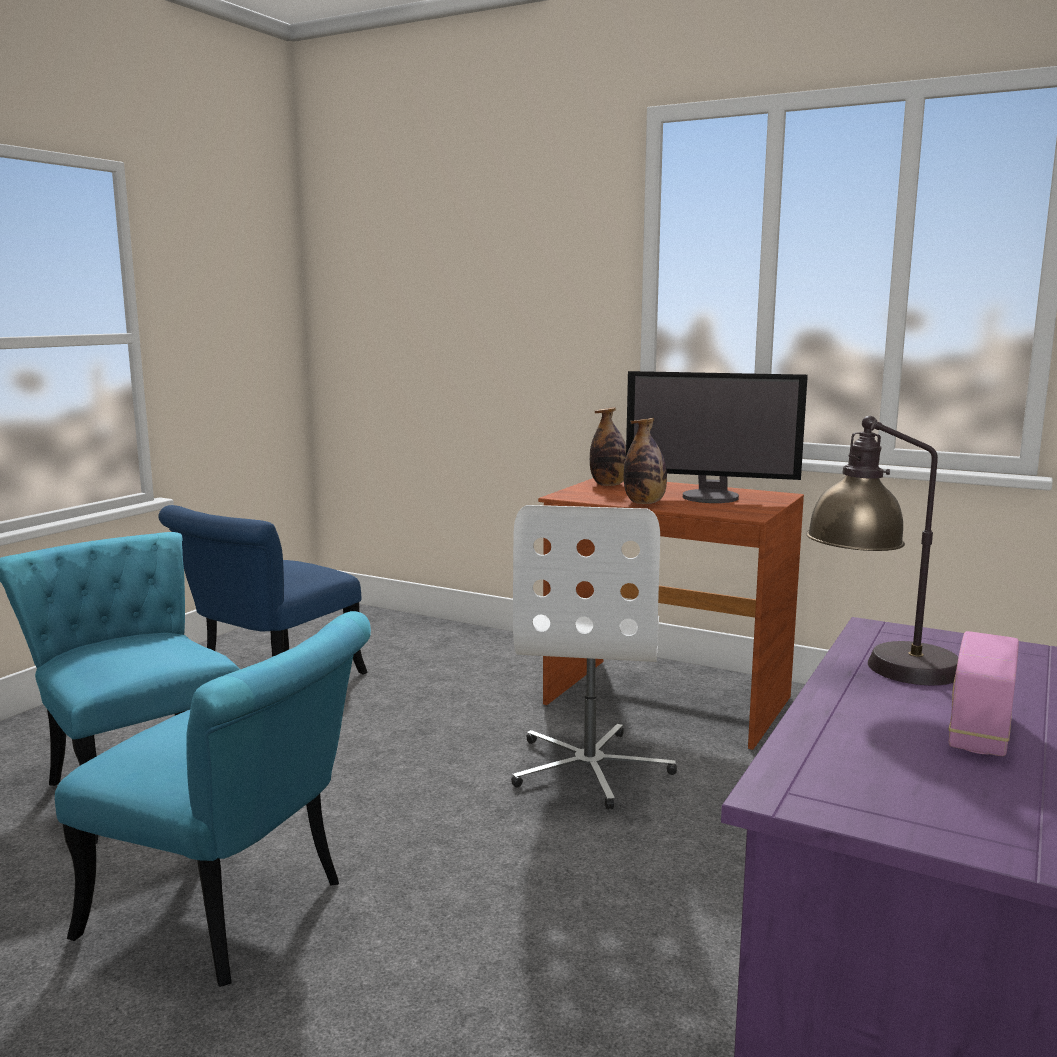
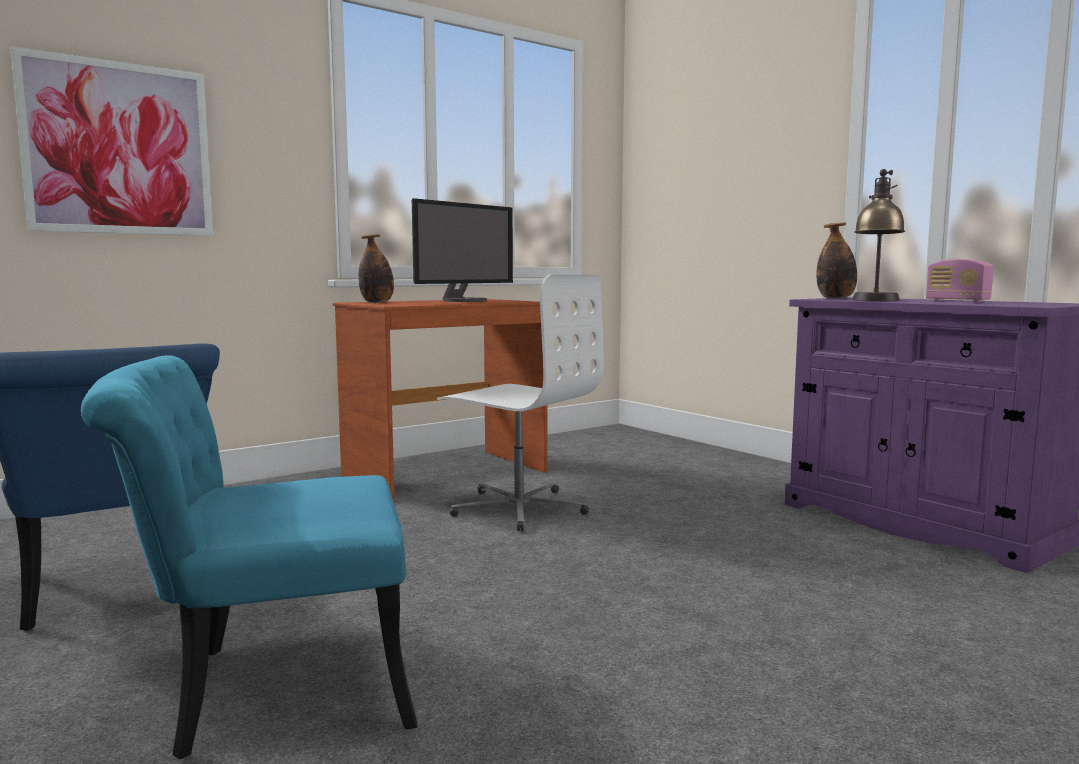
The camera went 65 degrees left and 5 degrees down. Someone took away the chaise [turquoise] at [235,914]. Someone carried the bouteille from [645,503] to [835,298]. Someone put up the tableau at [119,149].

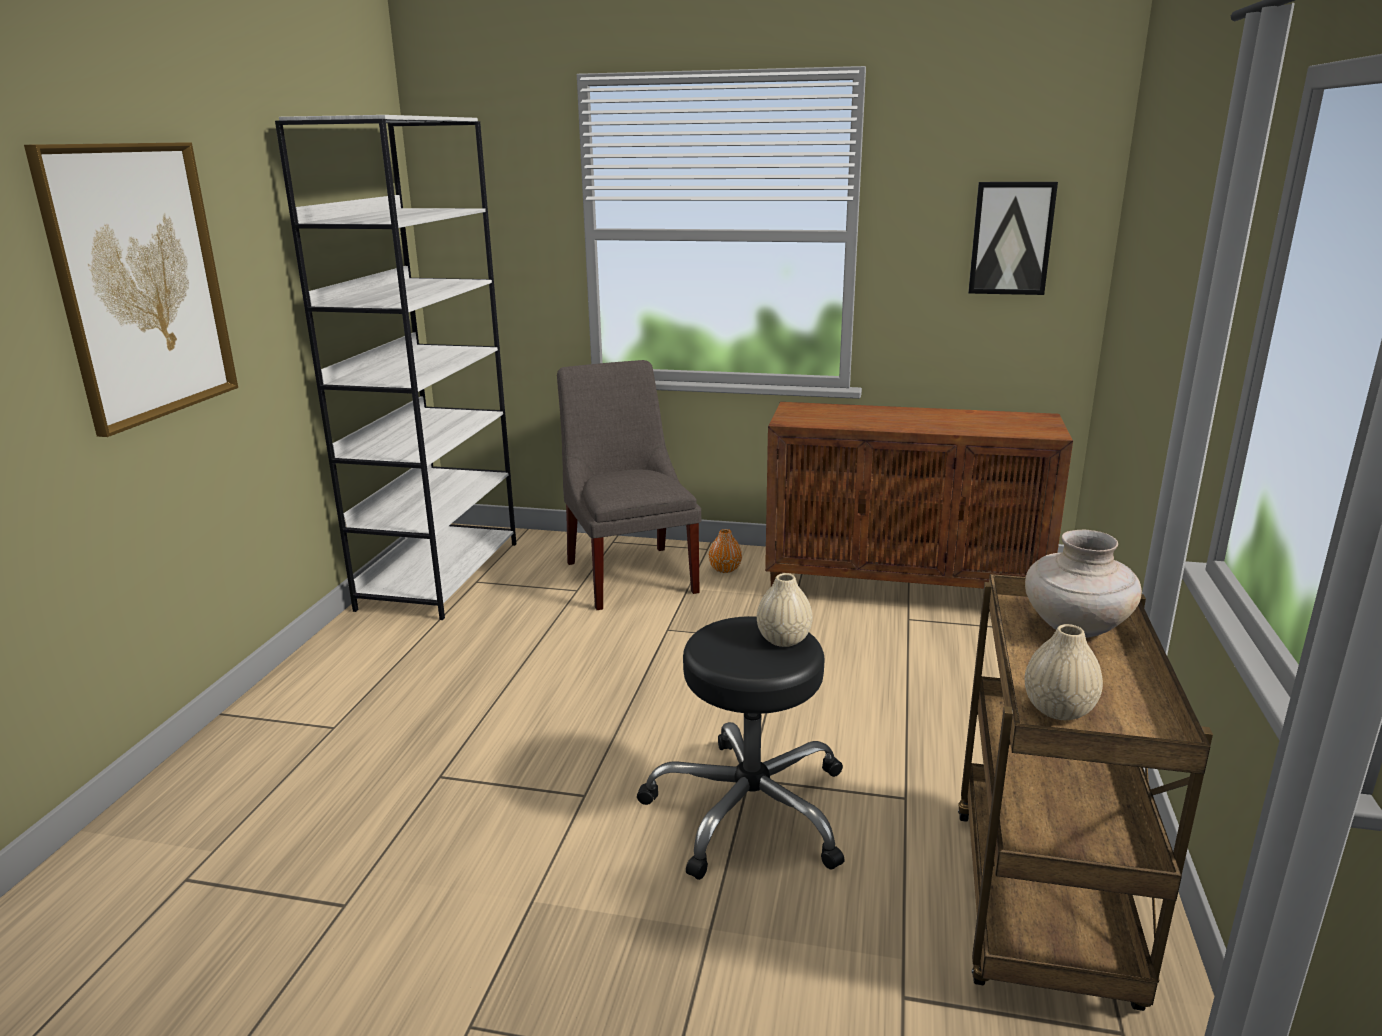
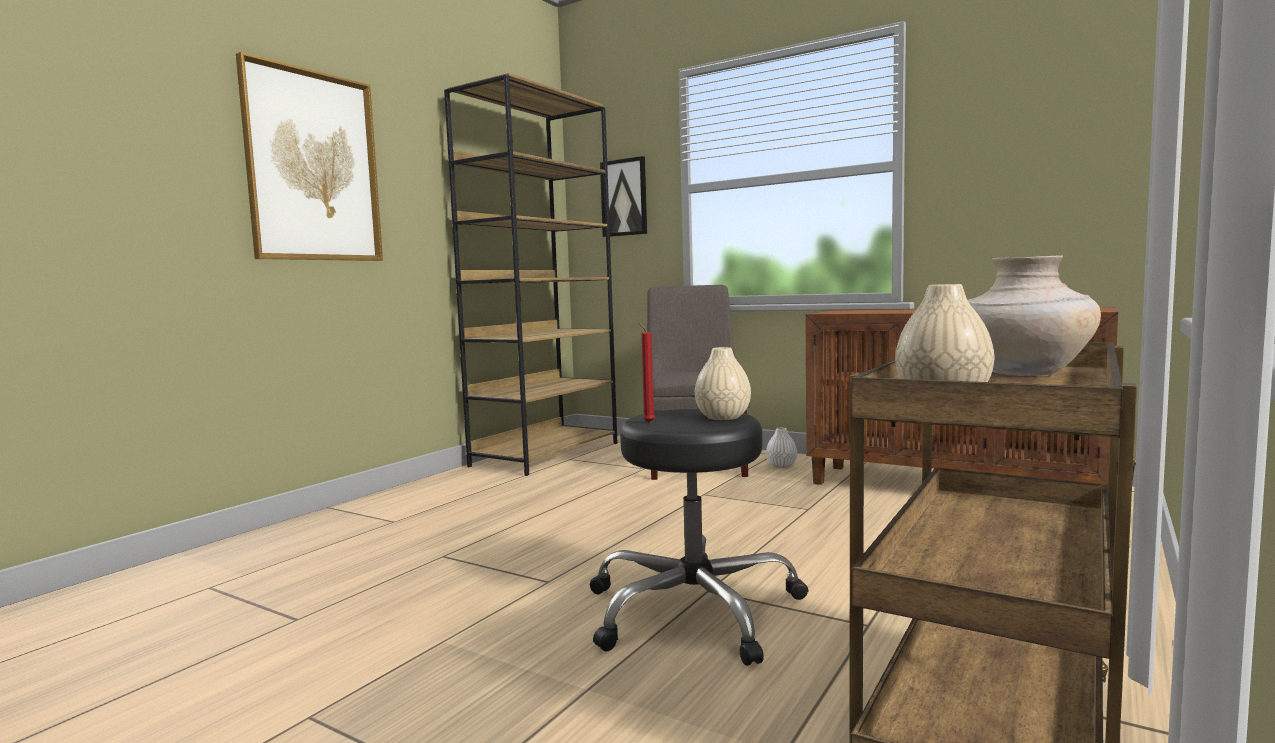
The camera went 20 degrees right and 15 degrees down. Someone repainted the bibliothèque [blanc] at [440,574], which became the bibliothèque [marron] at [546,454]. Someone repainted the vase [orange] at [725,569], which became the vase [blanc] at [781,466]. Someone carried the tableau from [1011,238] to [624,197]. Someone put down the bougie [rouge] at [647,422].

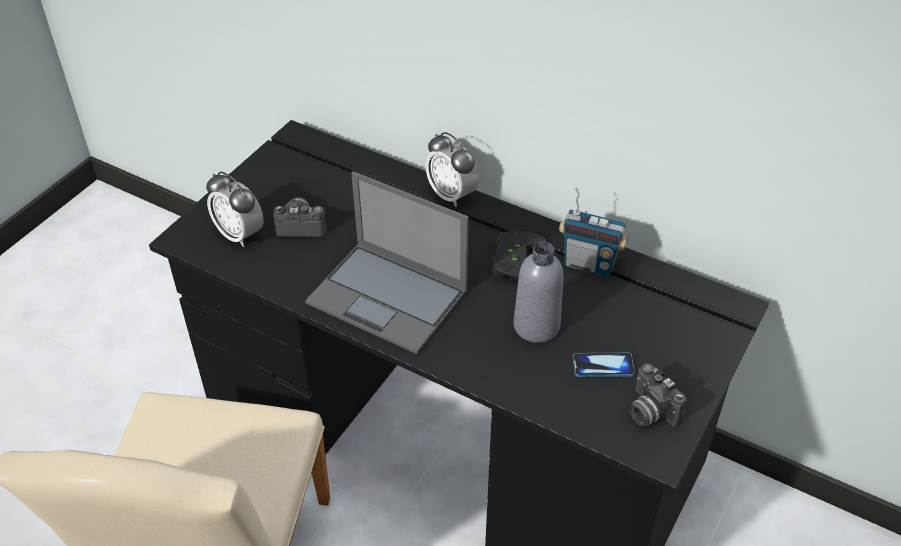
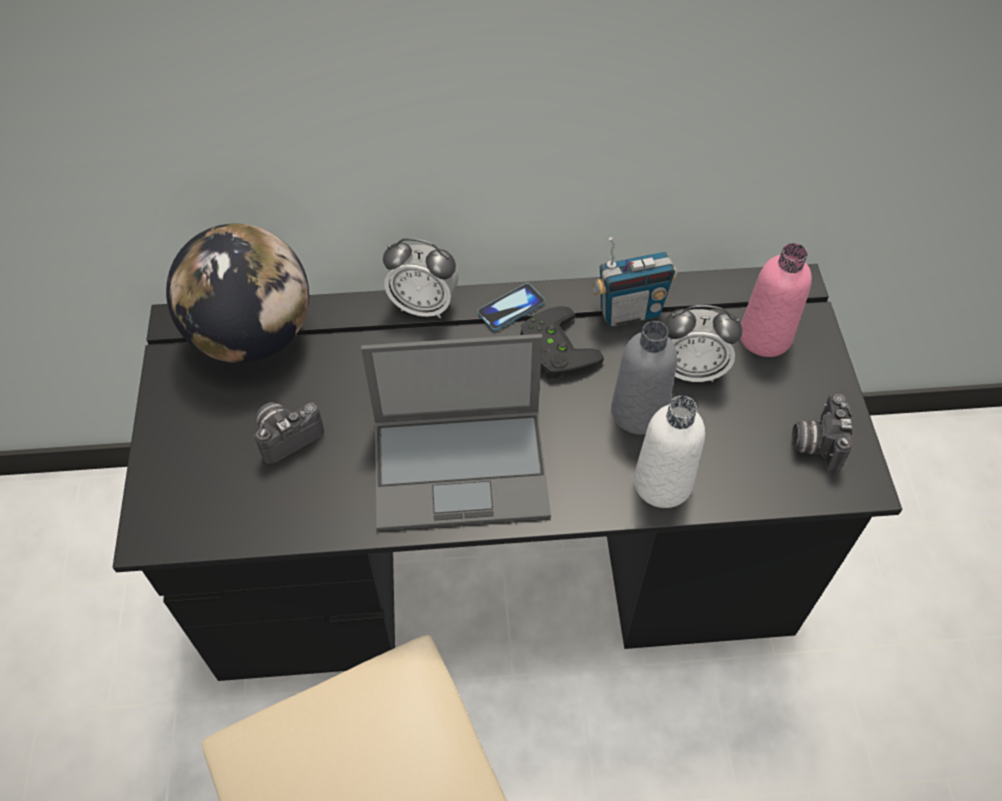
The camera went 35 degrees left and 10 degrees up. Someone carried the réveil from [239,234] to [691,370]. Someone carried the téléphone from [603,366] to [511,308]. Someone rotated the appareil photo at [649,411] by 75 degrees clockwise. Someone put down the globe at [253,336]. Someone put down the bouteille [blanc] at [662,483]. Someone put down the bouteille [rose] at [765,337].

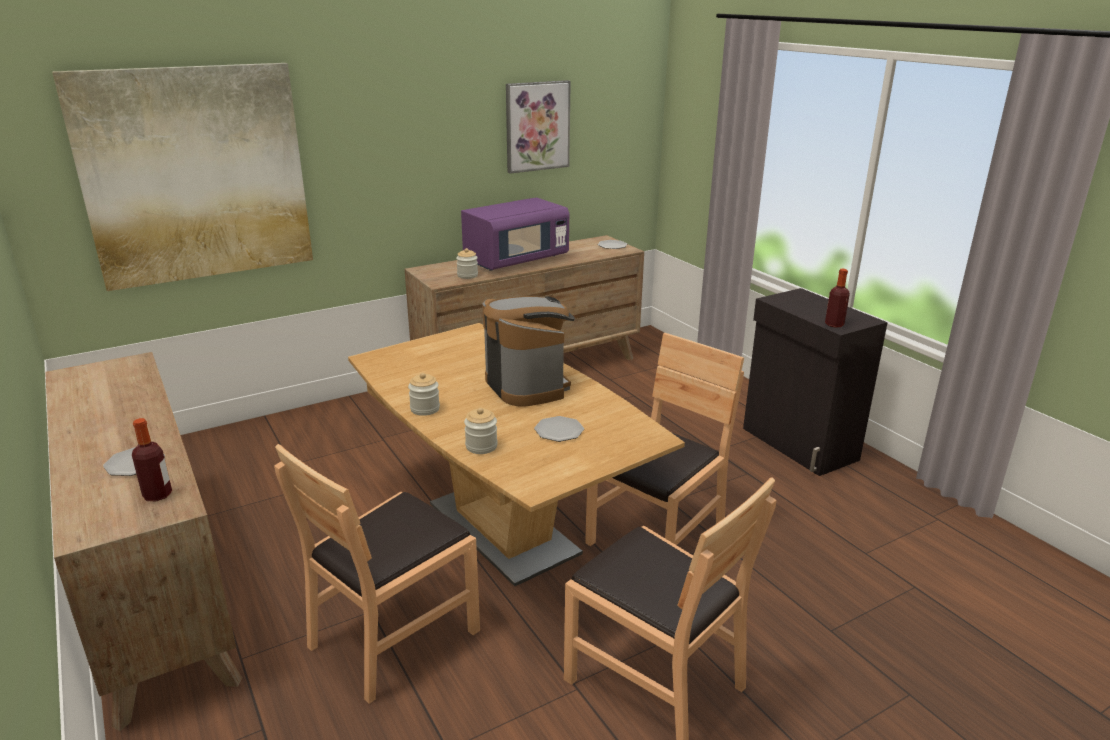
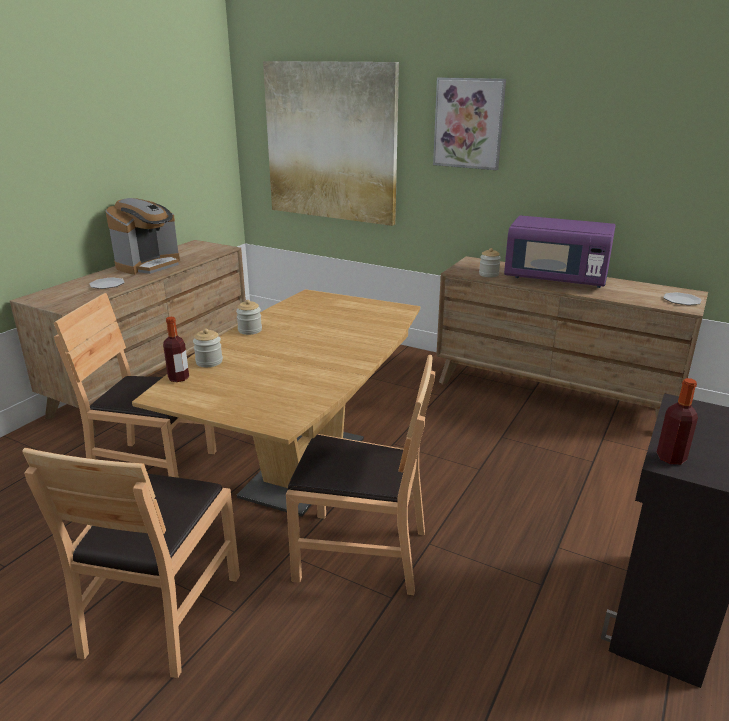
The camera went 60 degrees right and 0 degrees up. Someone carried the bouteille from [157,495] to [178,378]. Someone carried the machine à café from [527,385] to [149,265]. Someone carried the tableau from [537,126] to [468,123]. Someone took away the assiette at [559,431].

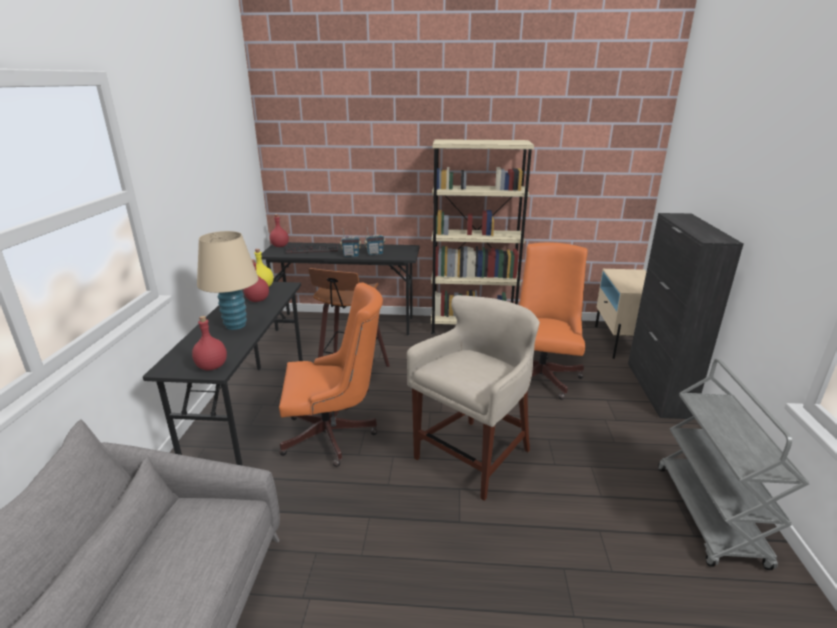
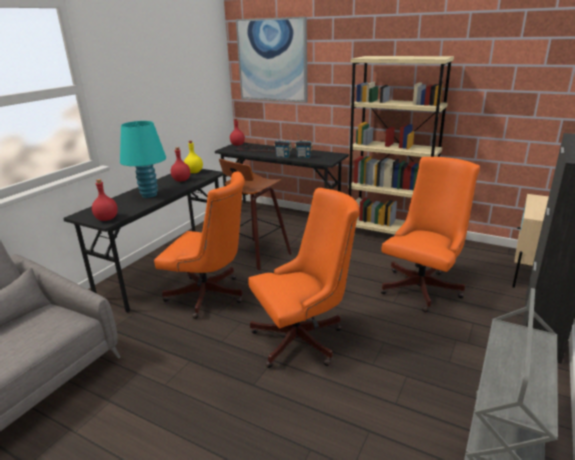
The camera went 25 degrees right and 0 degrees up. Someone repainted the lampe de table [beige] at [235,325], which became the lampe de table [turquoise] at [149,195]. Someone swapped the tabouret [beige] at [473,457] for the chaise de bureau [orange] at [304,339]. Someone put up the tableau at [272,60].

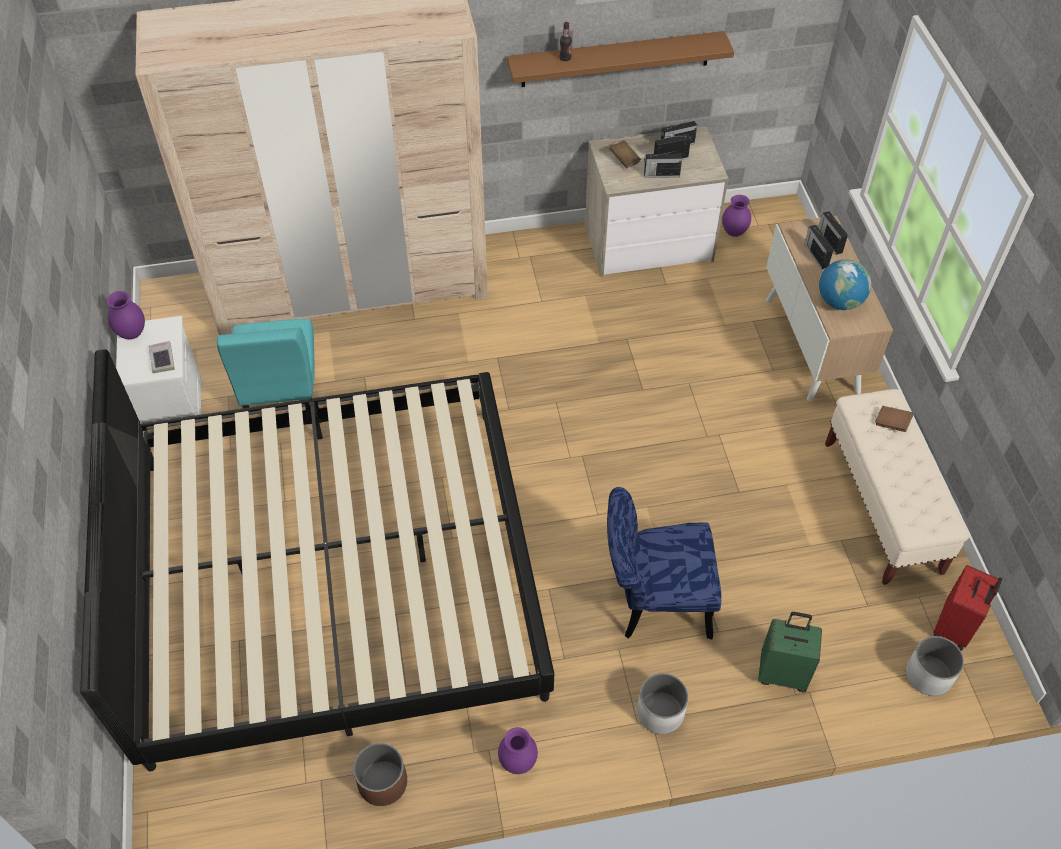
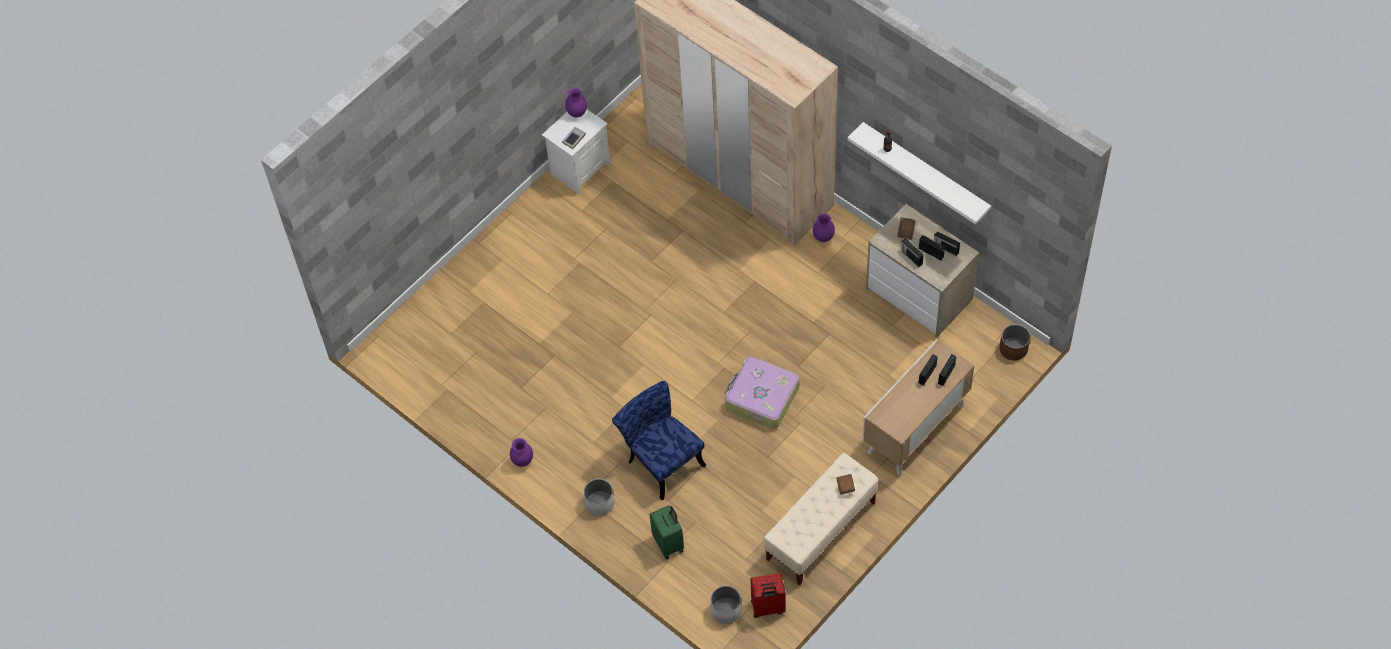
The camera went 55 degrees right and 5 degrees up. Someone took away the lit at [334,574]. Someone took away the chaise [turquoise] at [280,389]. Someone carried the cache-pot [marron] from [383,782] to [1013,349]. Someone repainted the étagère [marron] at [615,59], which became the étagère [blanc] at [925,171]. Someone carried the vase [violet] from [734,232] to [823,238]. Someone took away the globe at [839,301]. Someone put down the valise at [761,398].

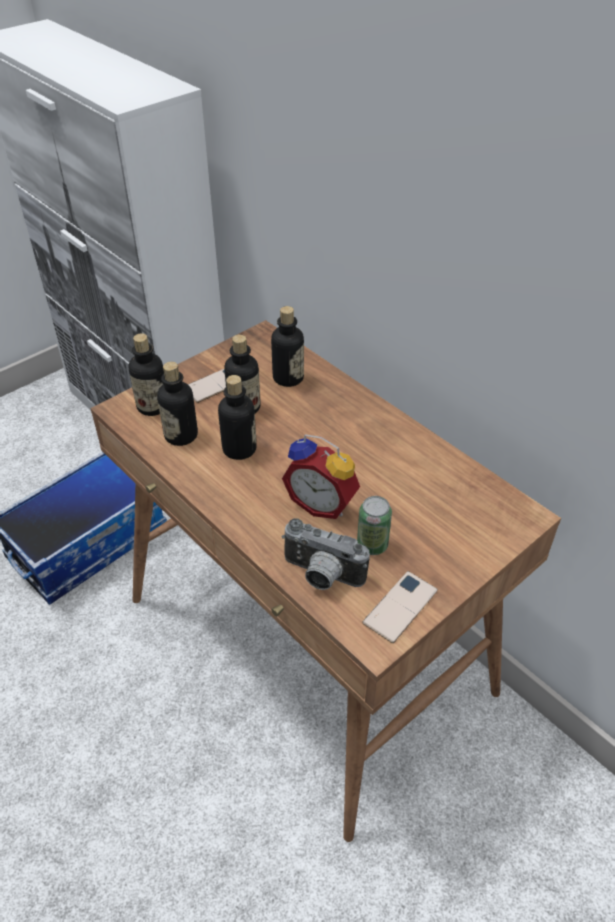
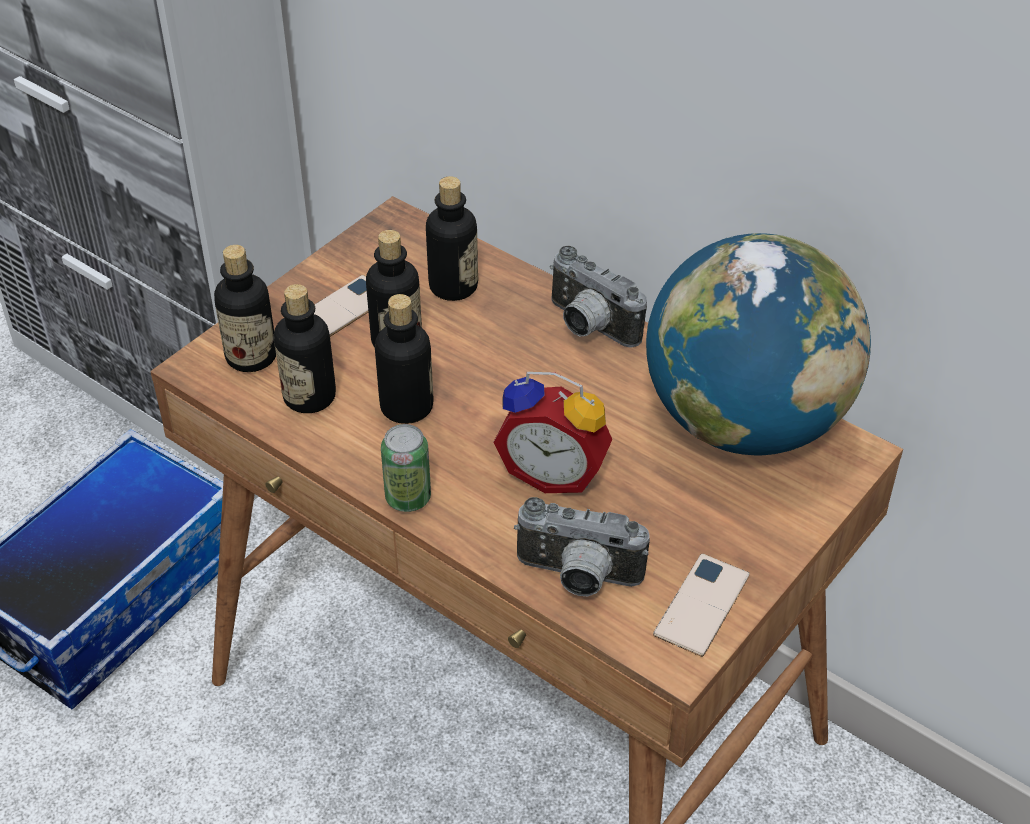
The camera went 10 degrees left and 0 degrees up. Someone carried the boîte métallique from [372,545] to [408,498]. Someone put down the appareil photo at [587,327]. Someone put down the globe at [745,422].

